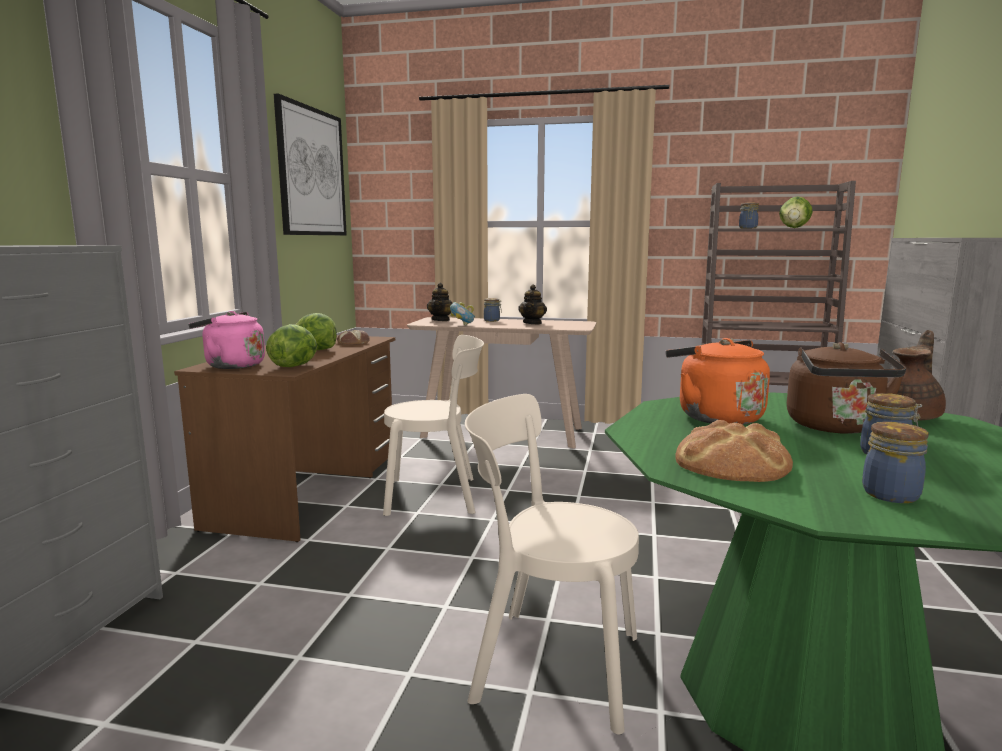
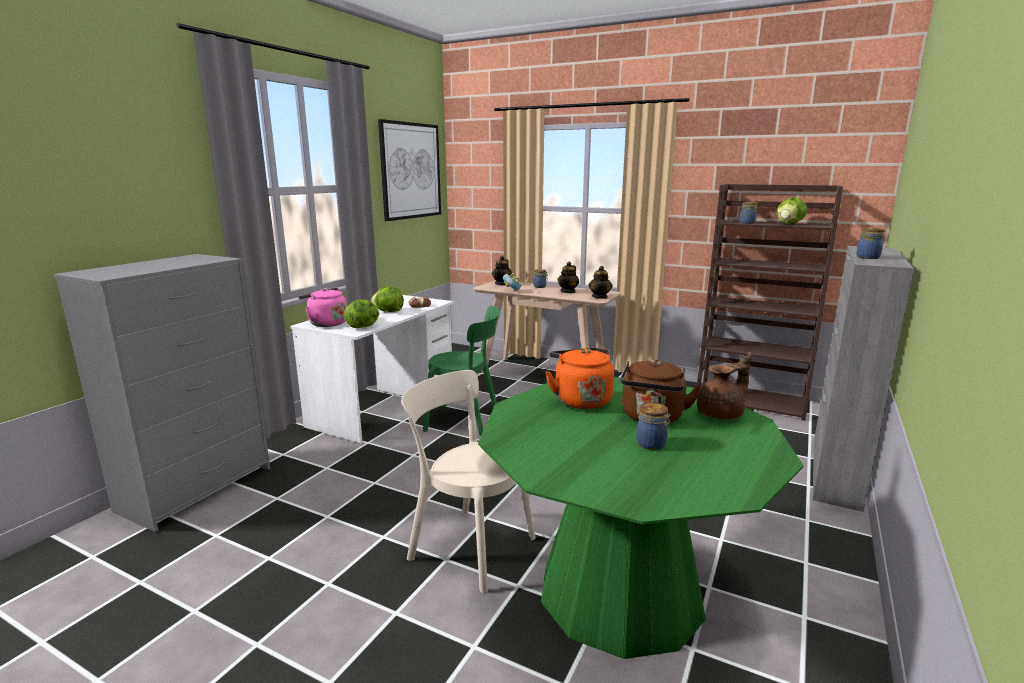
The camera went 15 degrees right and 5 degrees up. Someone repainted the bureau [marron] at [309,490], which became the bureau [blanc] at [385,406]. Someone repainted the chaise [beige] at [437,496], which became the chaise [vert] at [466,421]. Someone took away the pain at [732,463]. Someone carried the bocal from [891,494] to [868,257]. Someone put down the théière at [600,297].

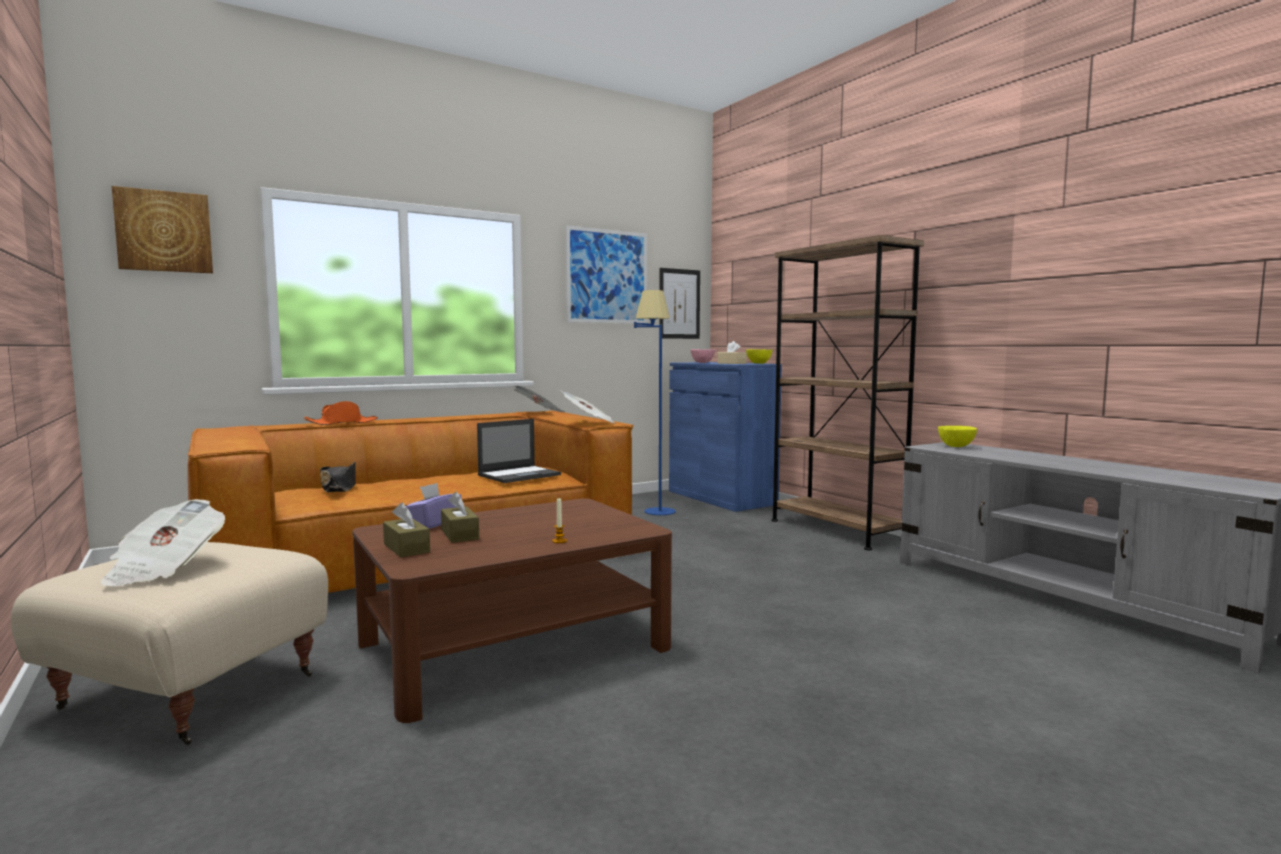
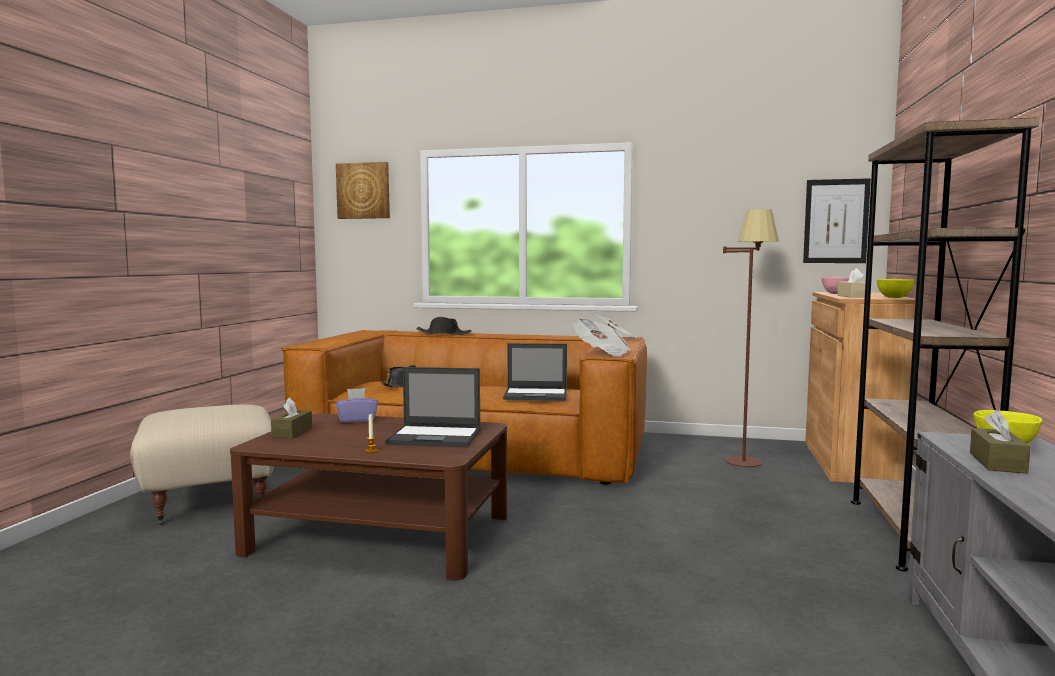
The camera went 45 degrees right and 0 degrees up. Someone took away the journal at [164,569]. Someone repainted the chapeau [orange] at [342,423], which became the chapeau [noir] at [444,334]. Someone carried the boîte à mouchoirs [marron] from [460,534] to [997,463]. Someone took away the tableau at [607,276]. Someone repainted the lampadaire [bleu] at [654,508], which became the lampadaire [marron] at [745,457]. Someone repainted the meuble de rangement [bleu] at [721,497], which became the meuble de rangement [marron] at [852,463]. Someone put down the ordinateur portable at [436,437].

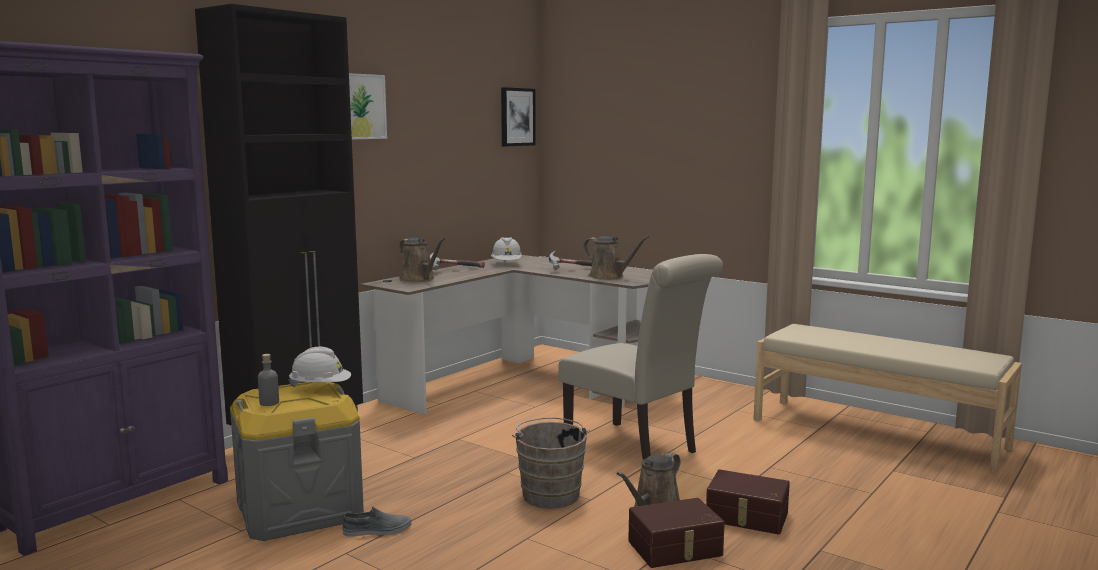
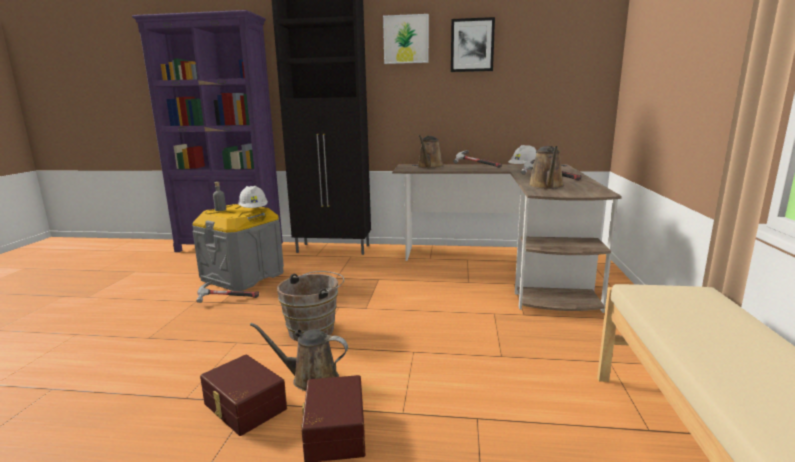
The camera went 60 degrees right and 5 degrees up. Someone swapped the chaussure [gris] at [377,530] for the marteau at [227,299]. Someone carried the tableau from [517,117] to [472,45]. Someone took away the chaise [beige] at [636,448].

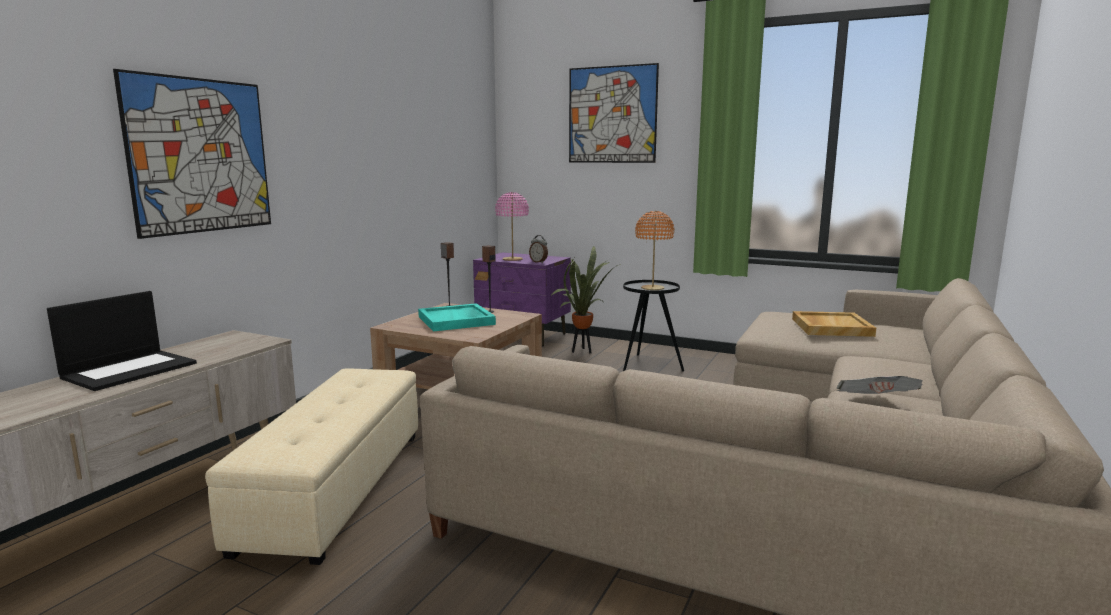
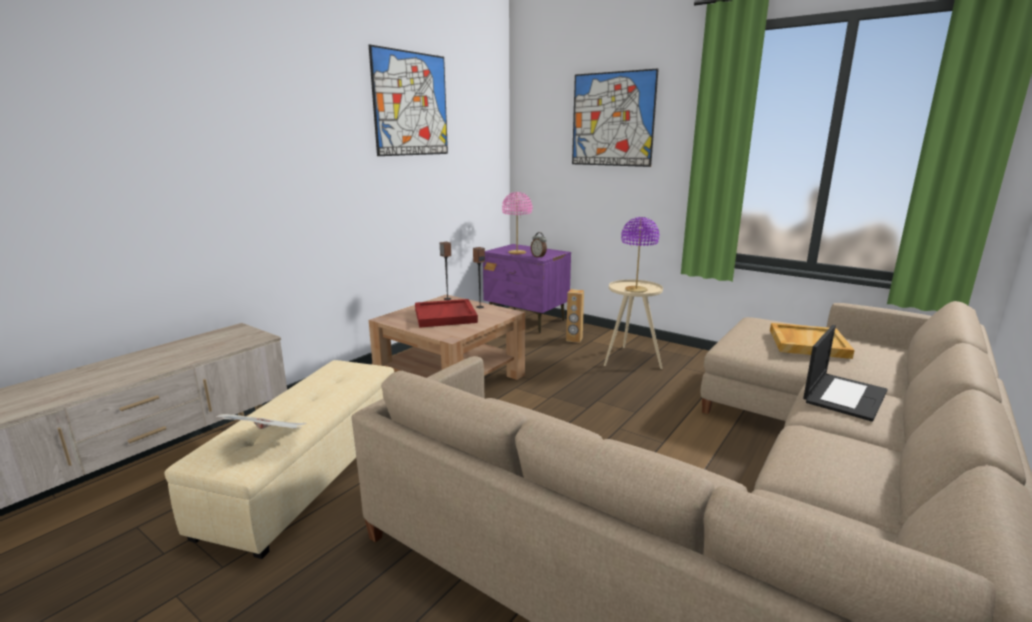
The camera went 10 degrees right and 5 degrees up. Someone carried the ordinateur portable from [130,370] to [844,396]. Someone carried the tableau from [200,156] to [411,104]. Someone repainted the plateau [turquoise] at [457,320], which became the plateau [rouge] at [446,316]. Someone swapped the plante en pot at [583,351] for the enceinte [marron] at [574,340]. Someone repainted the table d'appoint [noir] at [648,364], which became the table d'appoint [beige] at [630,359]. Someone repainted the lampe de table [orange] at [653,288], which became the lampe de table [violet] at [636,290]. Someone carried the journal from [875,406] to [268,439].

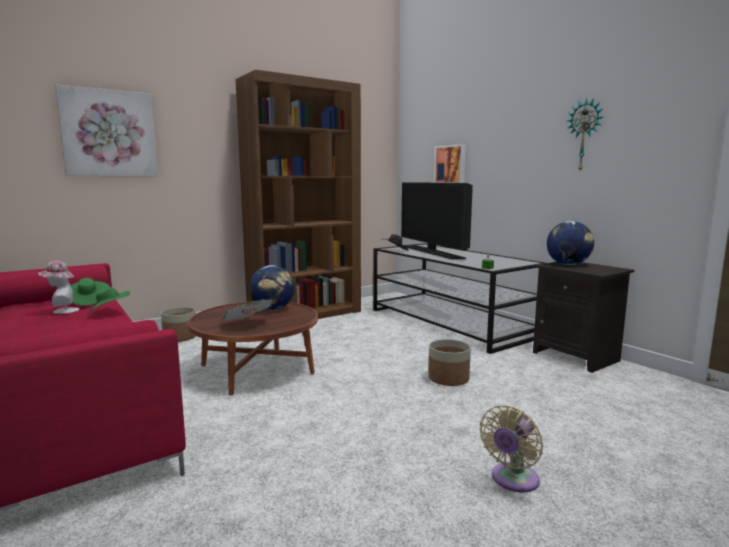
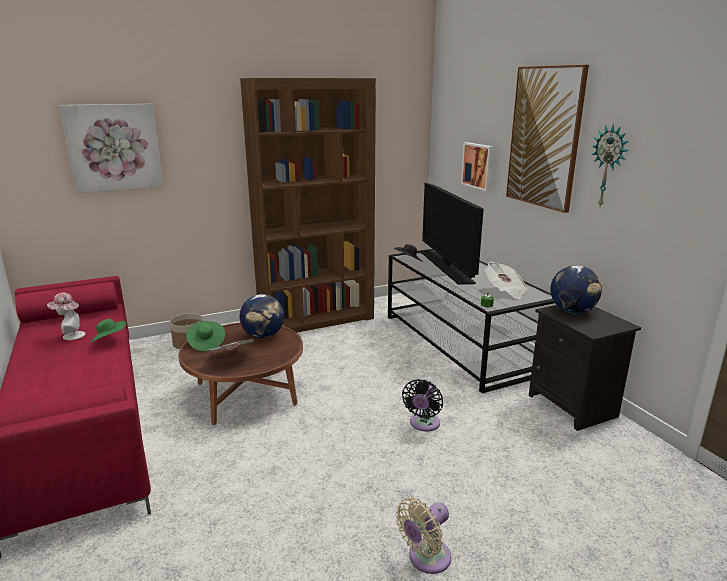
The camera went 10 degrees right and 10 degrees up. Someone carried the chapeau [vert] from [88,301] to [206,343]. Someone swapped the cache-pot at [448,378] for the ventilateur [noir] at [423,424]. Someone put down the journal at [505,291]. Someone put up the tableau at [544,137].

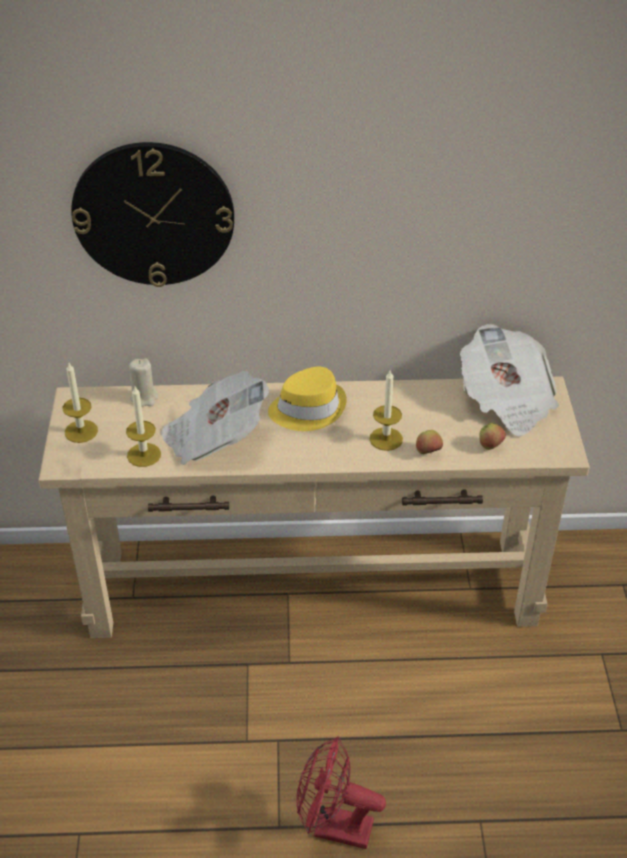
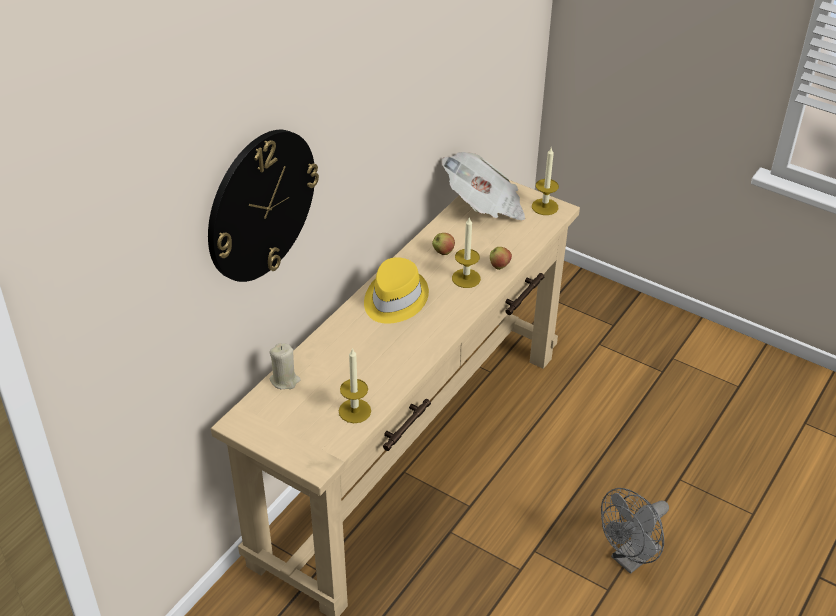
The camera went 55 degrees left and 0 degrees up. Someone carried the bougie from [81,431] to [545,207]. Someone took away the journal at [214,438]. Someone repainted the ventilateur [rouge] at [333,828], which became the ventilateur [gris] at [630,559]. Someone carried the pomme from [490,446] to [443,252].

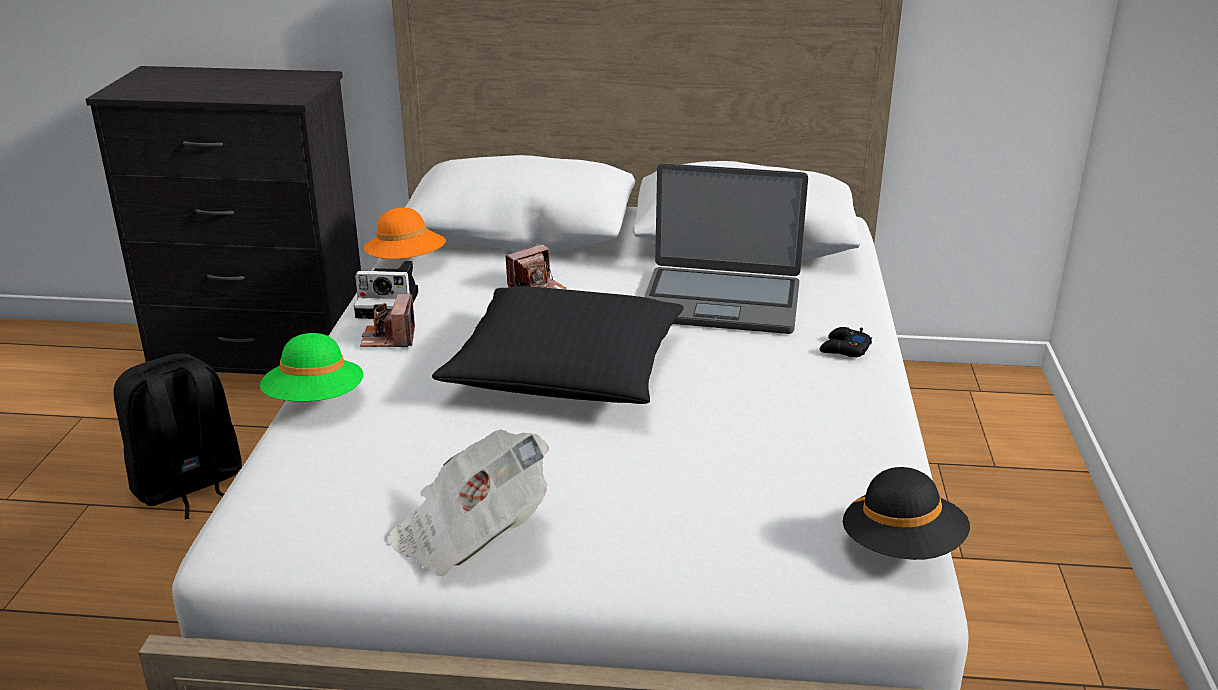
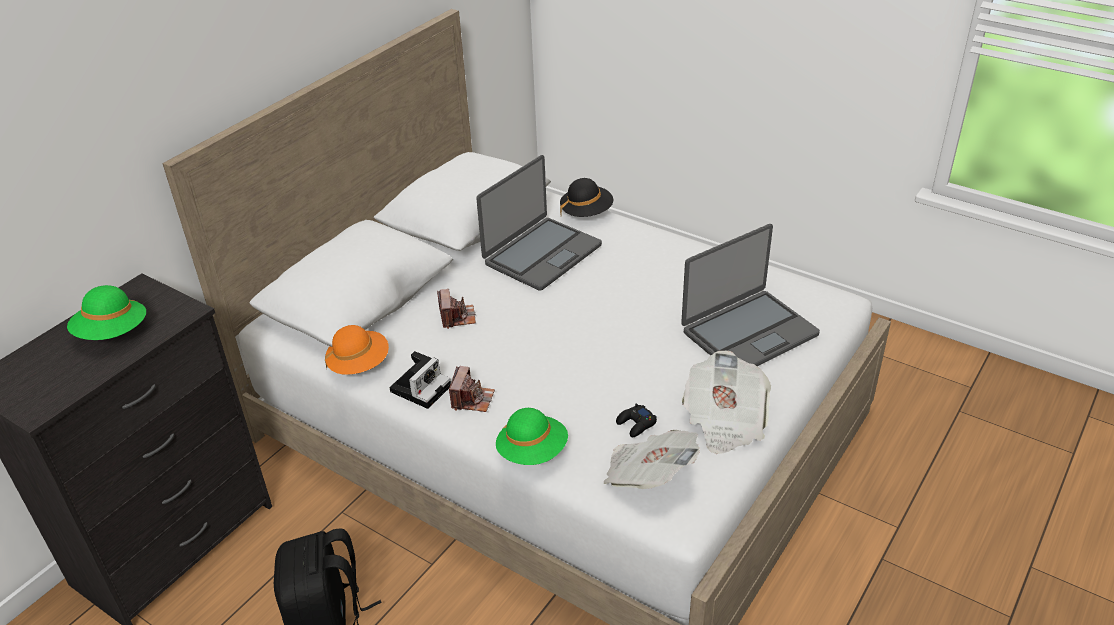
The camera went 60 degrees left and 10 degrees up. Someone rotated the appareil photo at [389,338] by 105 degrees counterclockwise. Someone took away the coussin [noir] at [565,369]. Someone carried the manette [noir] from [844,349] to [636,424]. Someone carried the chapeau [noir] from [902,547] to [586,212]. Someone put down the chapeau [vert] at [113,333]. Someone put down the journal at [648,476]. Someone put down the ordinateur portable at [748,332].

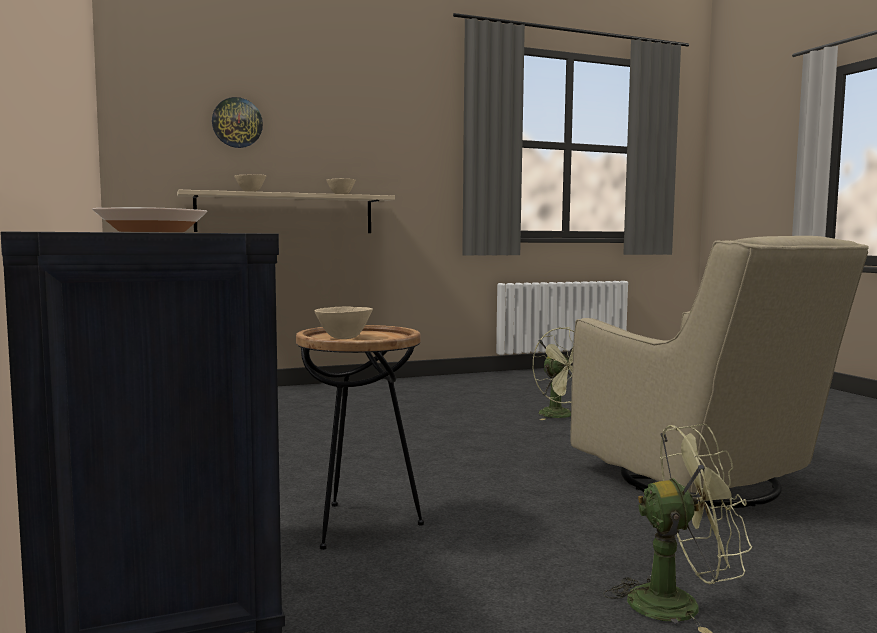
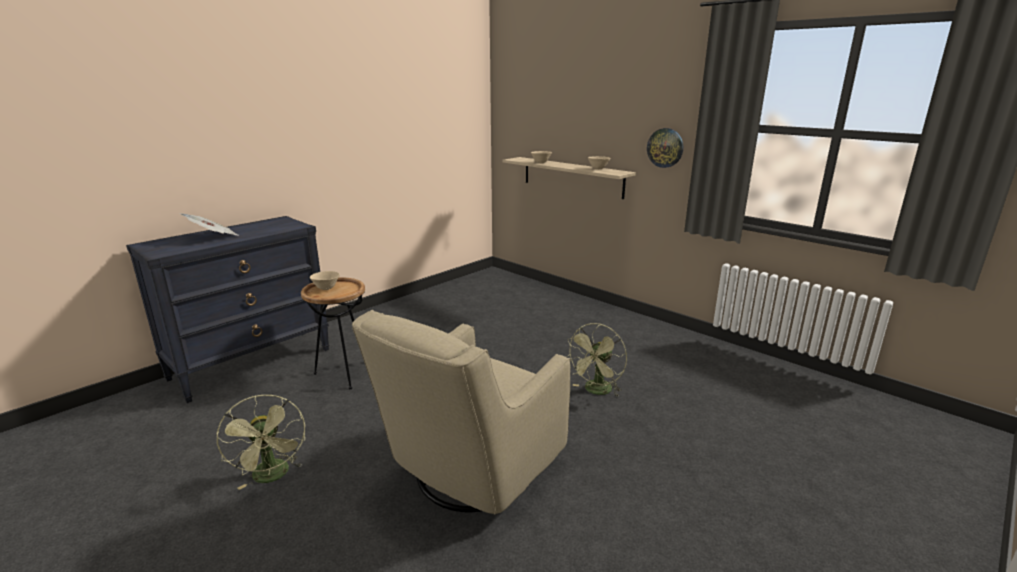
The camera went 65 degrees right and 15 degrees up. Someone swapped the bol at [152,231] for the journal at [213,237]. Someone carried the horloge murale from [237,123] to [665,148].

